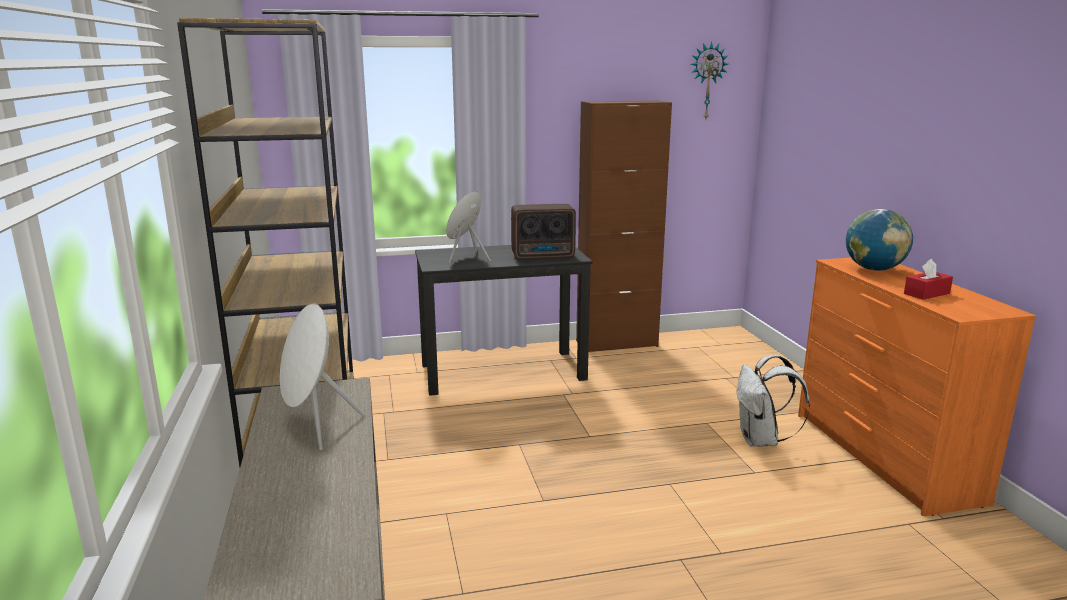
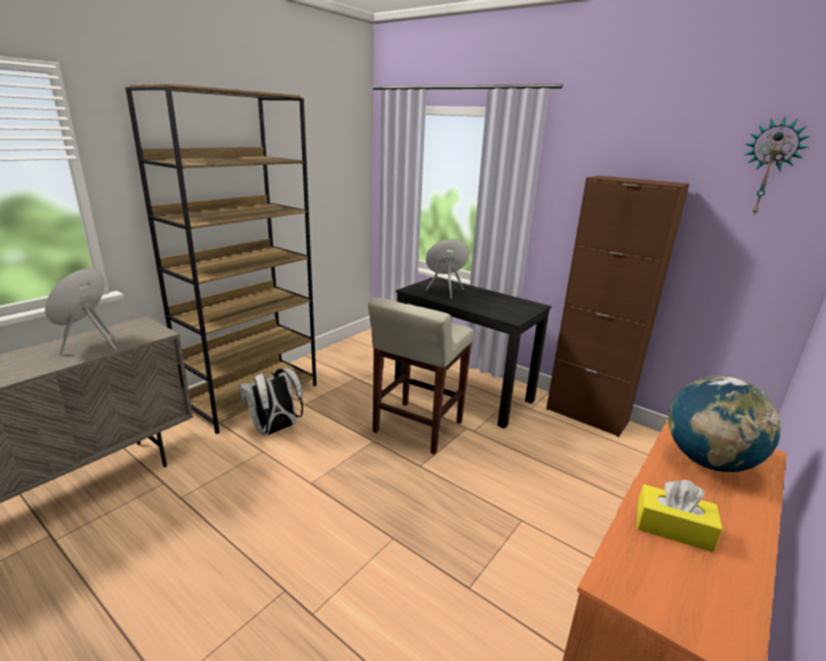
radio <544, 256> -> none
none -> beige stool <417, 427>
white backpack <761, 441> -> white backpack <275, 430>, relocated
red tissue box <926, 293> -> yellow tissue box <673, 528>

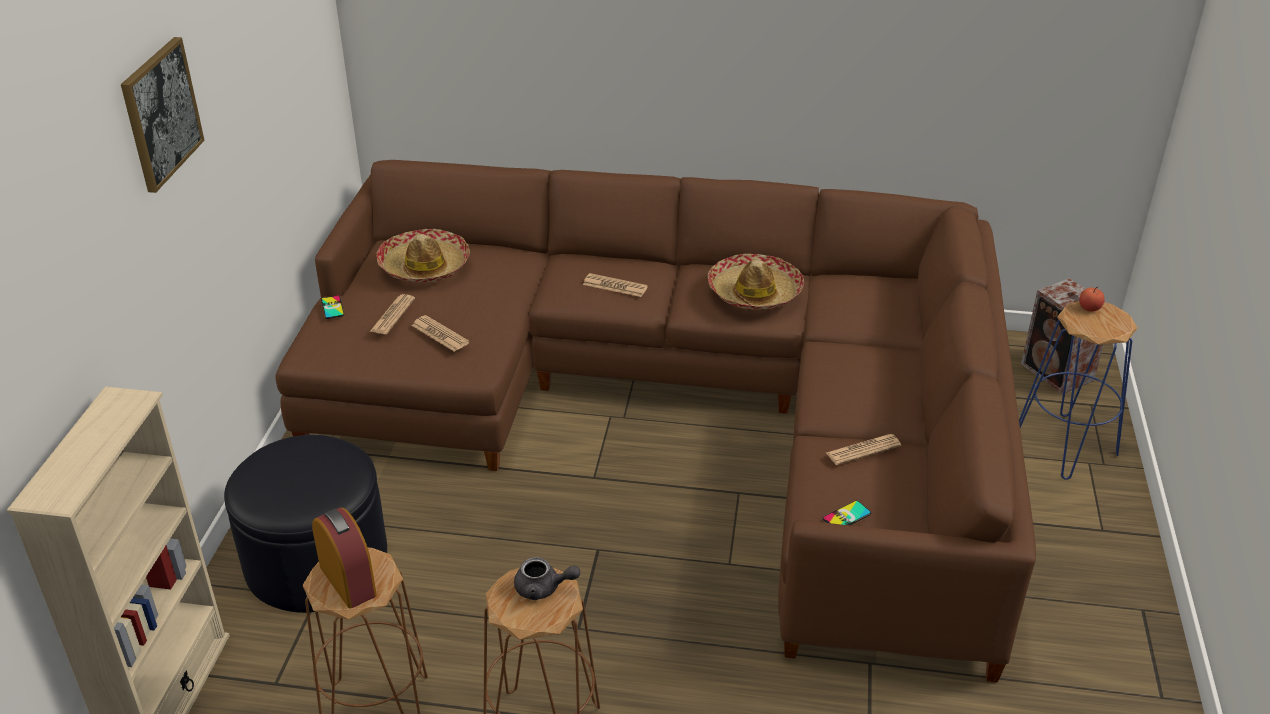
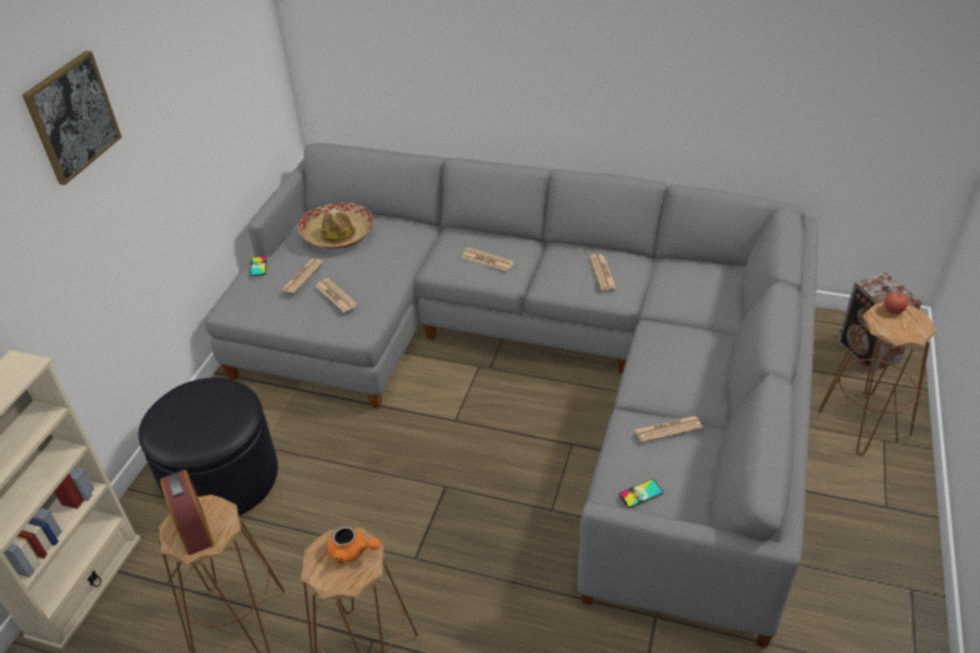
hat <754, 292> -> newspaper <602, 272>
brown sofa <682, 409> -> grey sofa <539, 363>
grey teapot <543, 588> -> orange teapot <352, 551>
blue stool <1065, 447> -> brown stool <864, 423>

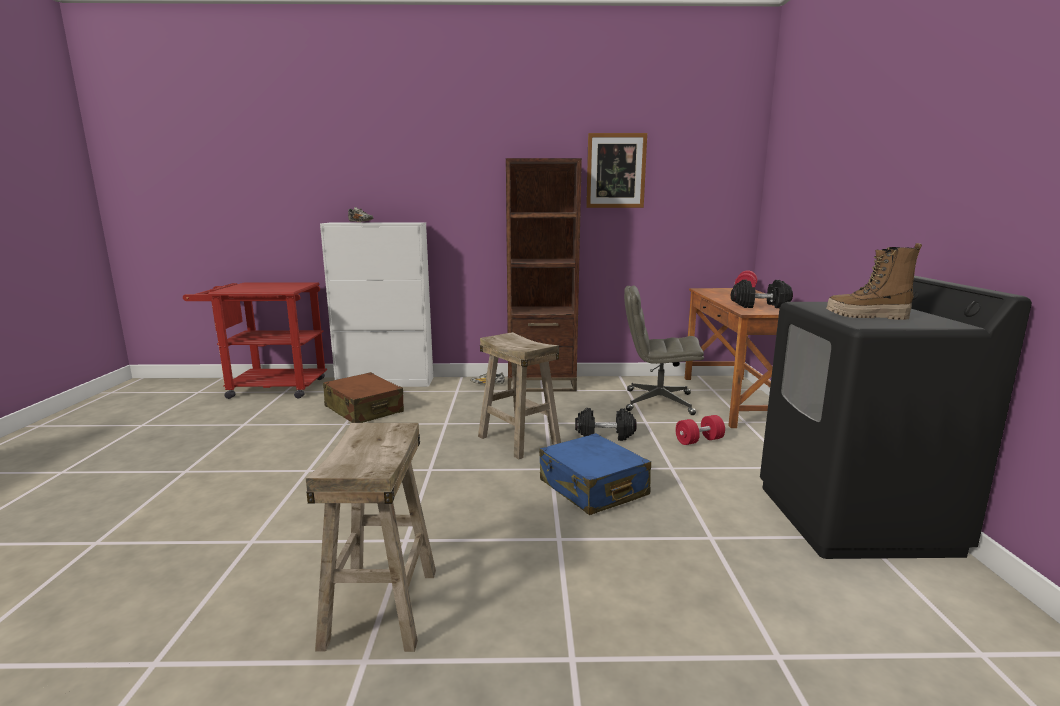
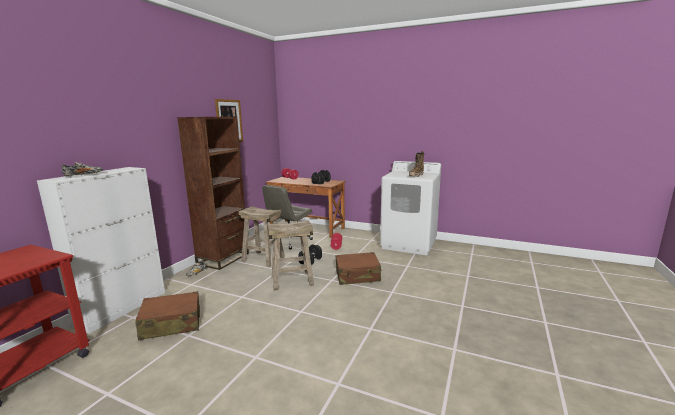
beige stool <380, 606> -> beige stool <263, 259>, relocated
blue suitcase <593, 488> -> brown suitcase <357, 276>
black washing machine <854, 519> -> white washing machine <409, 244>

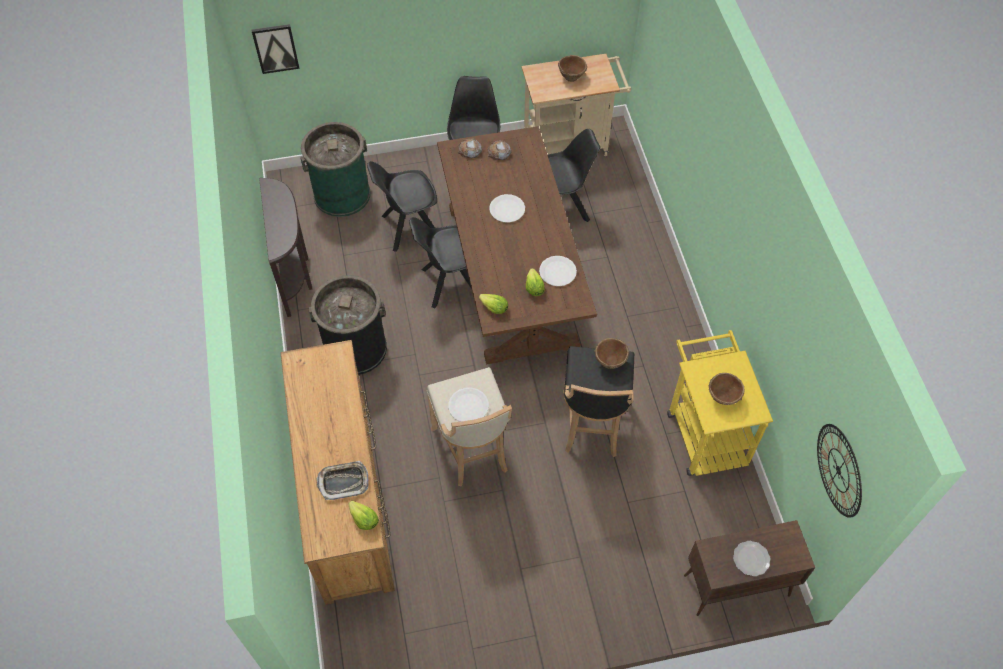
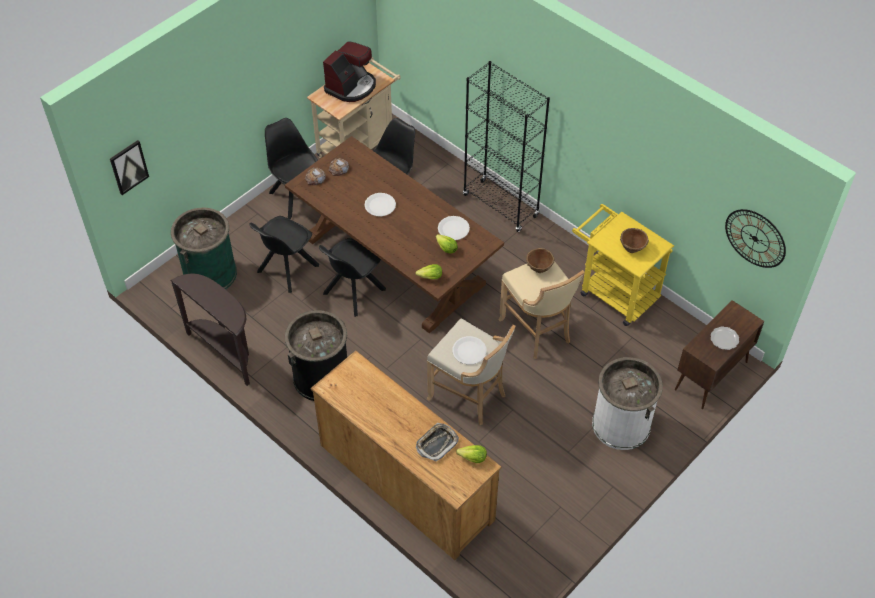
none -> black bookcase <500, 206>
none -> white trash can <621, 424>
brown bowl <571, 76> -> coffee machine <351, 86>
black stool <592, 425> -> beige stool <538, 331>

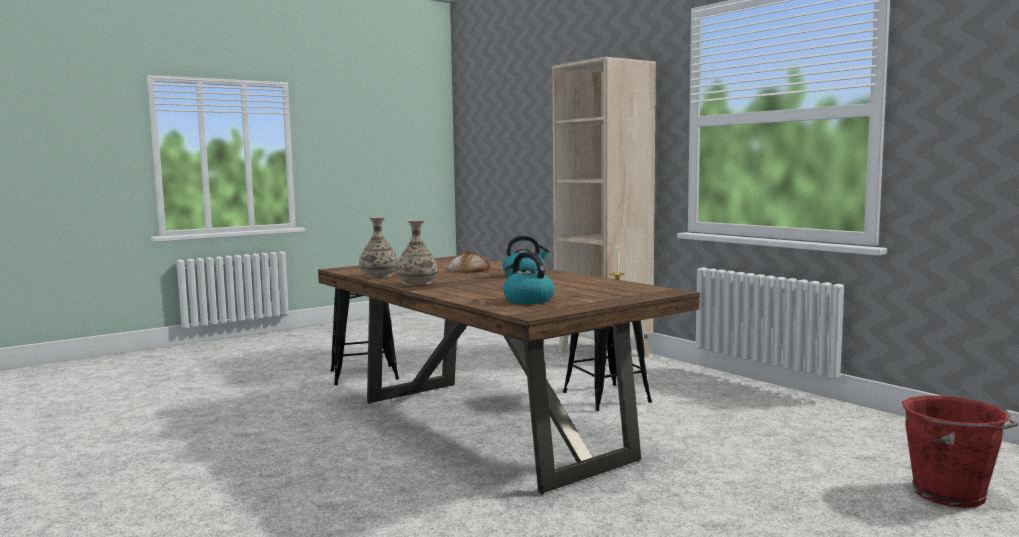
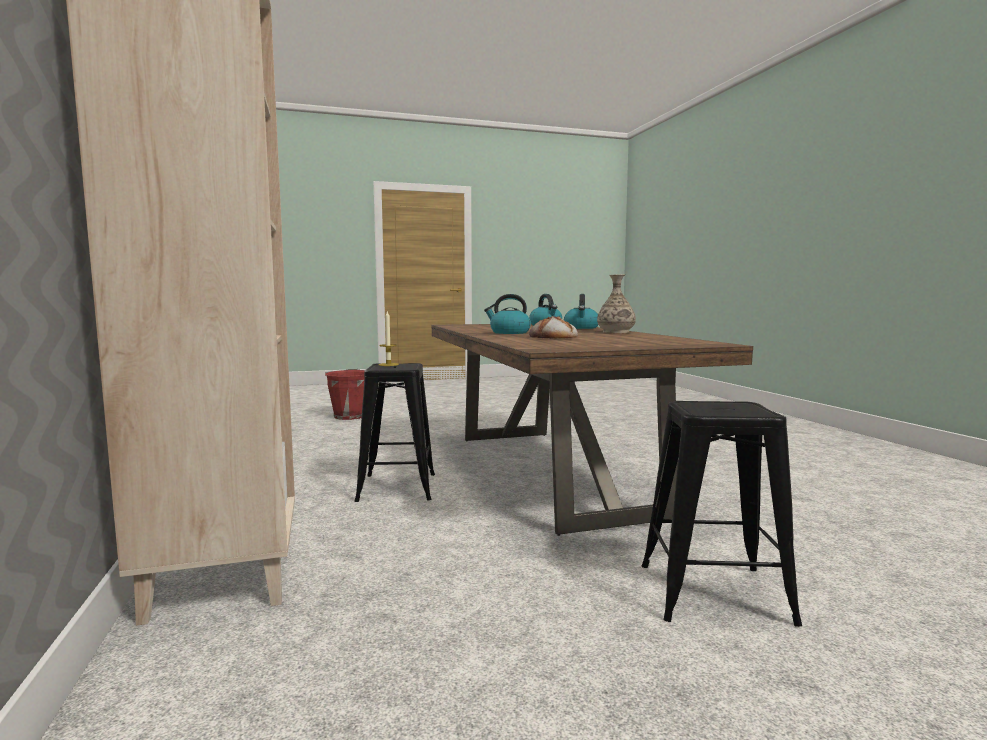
vase <379, 276> -> none
none -> kettle <581, 328>

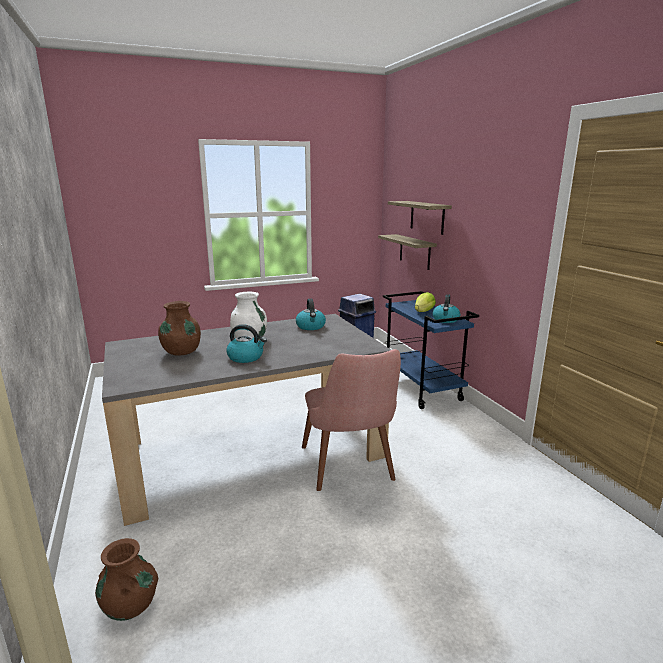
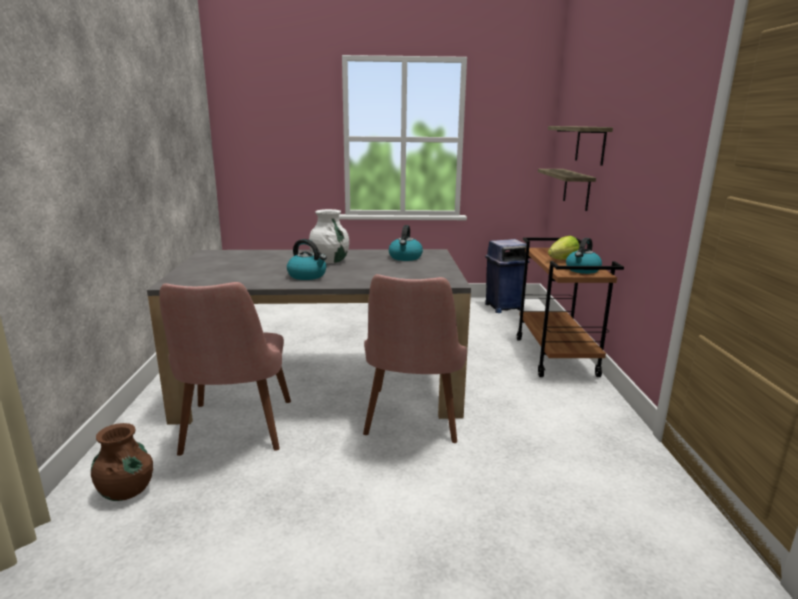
brown vase <181, 352> -> none
none -> pink chair <234, 434>
blue cart <422, 389> -> brown cart <556, 357>

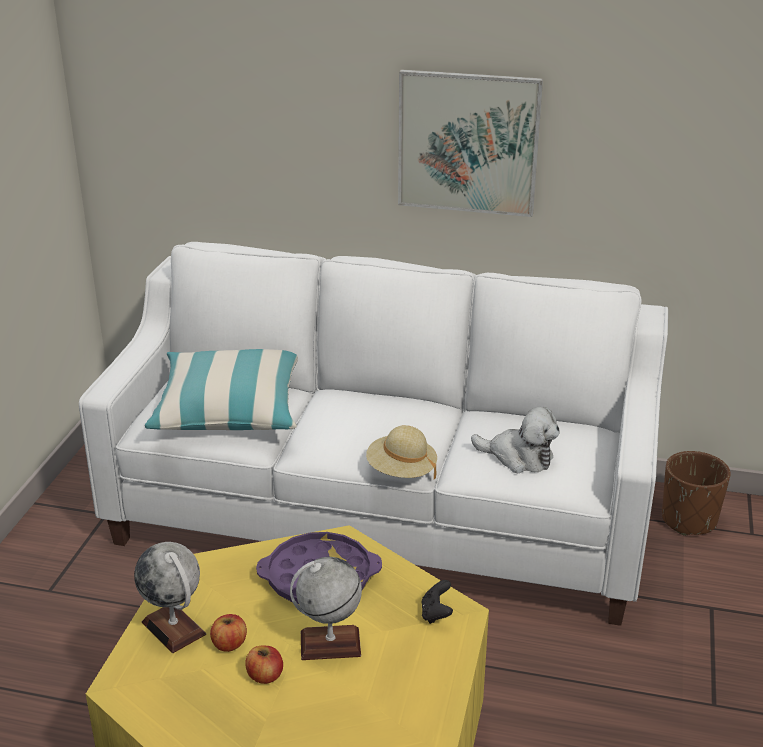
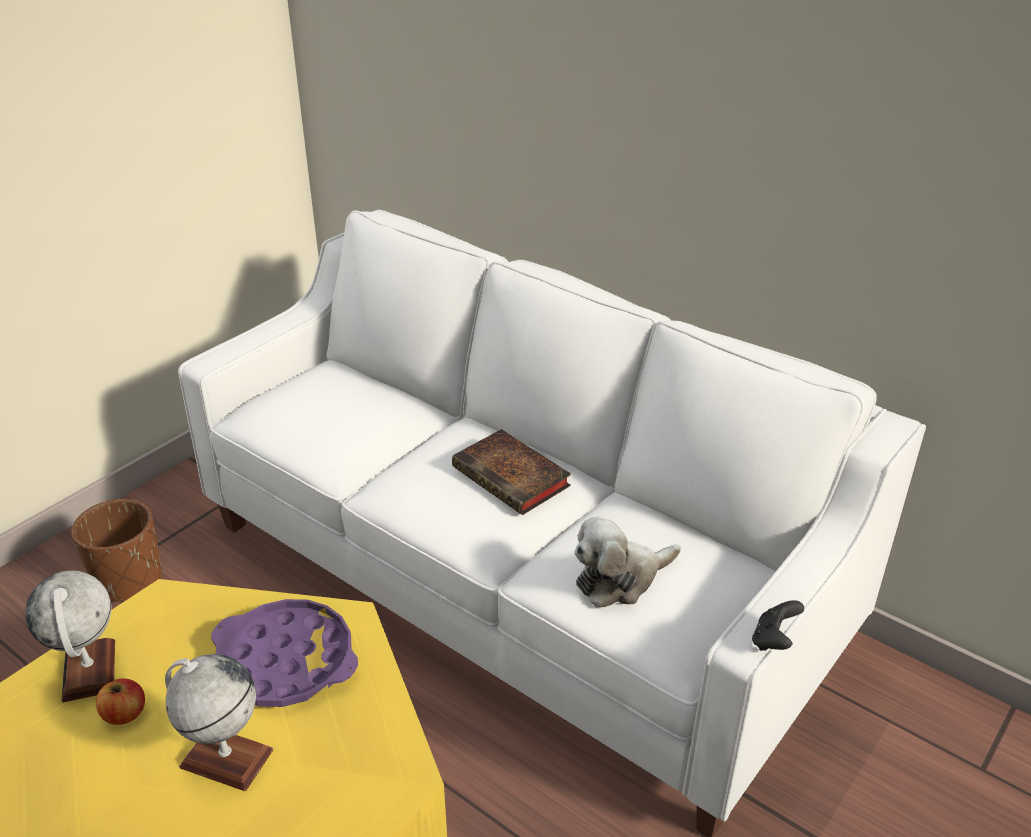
pillow <229, 408> -> none
apple <265, 676> -> none
beige hat <401, 471> -> none
picture <468, 143> -> none
none -> book <513, 478>
black game controller <436, 614> -> black game controller <773, 640>, relocated
brown planter <689, 520> -> brown planter <129, 581>, relocated
plush toy <518, 457> -> plush toy <620, 579>, 105 degrees clockwise

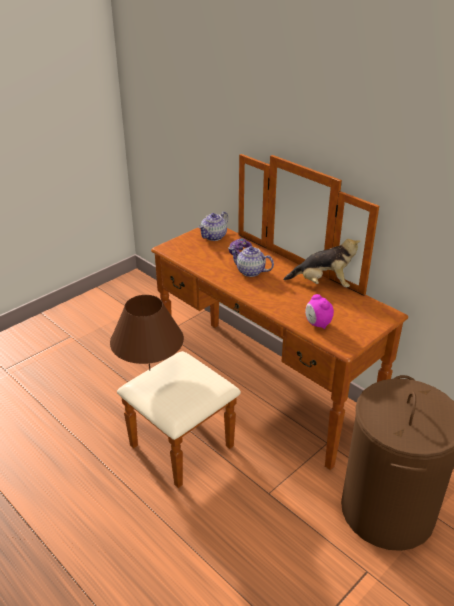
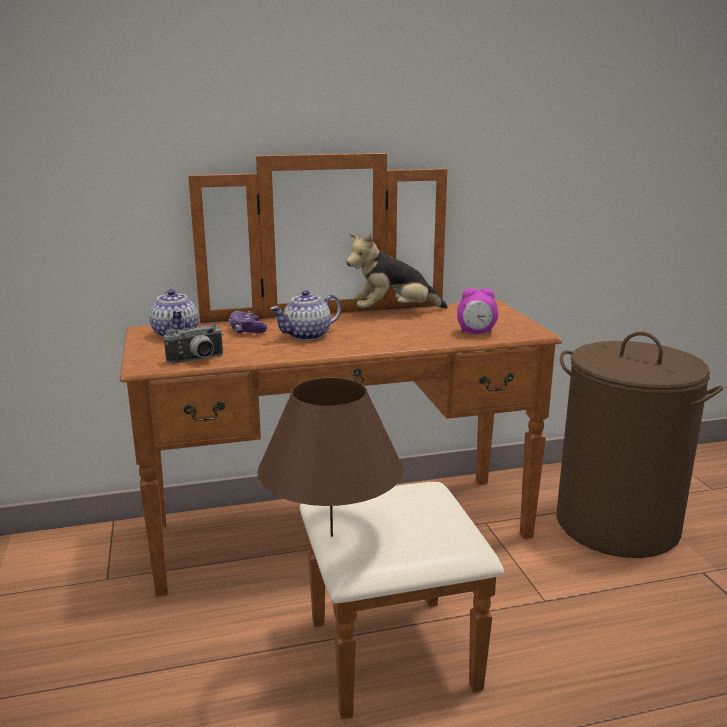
none -> photo camera <197, 360>
plush toy <324, 284> -> plush toy <394, 313>, 150 degrees counterclockwise

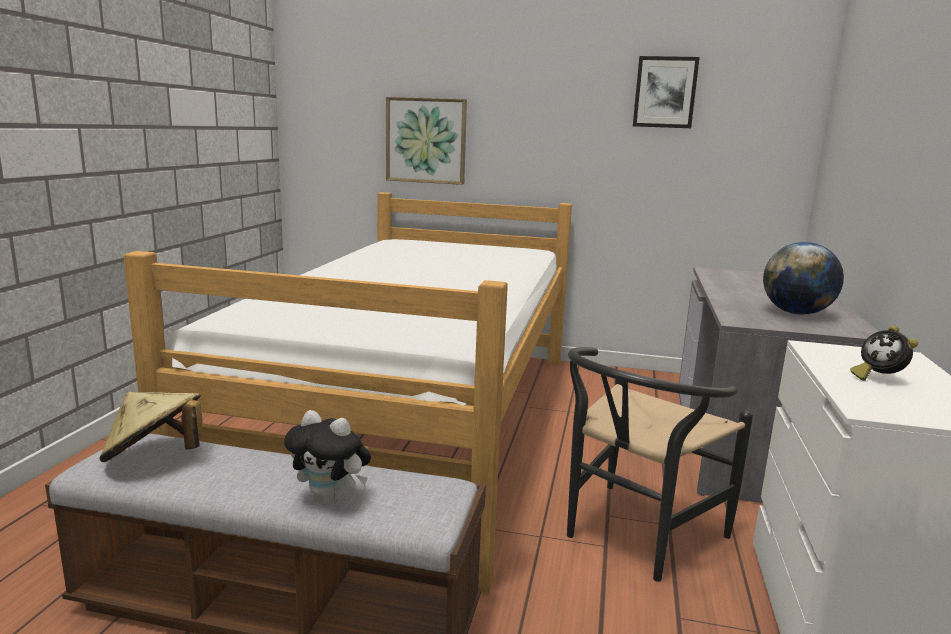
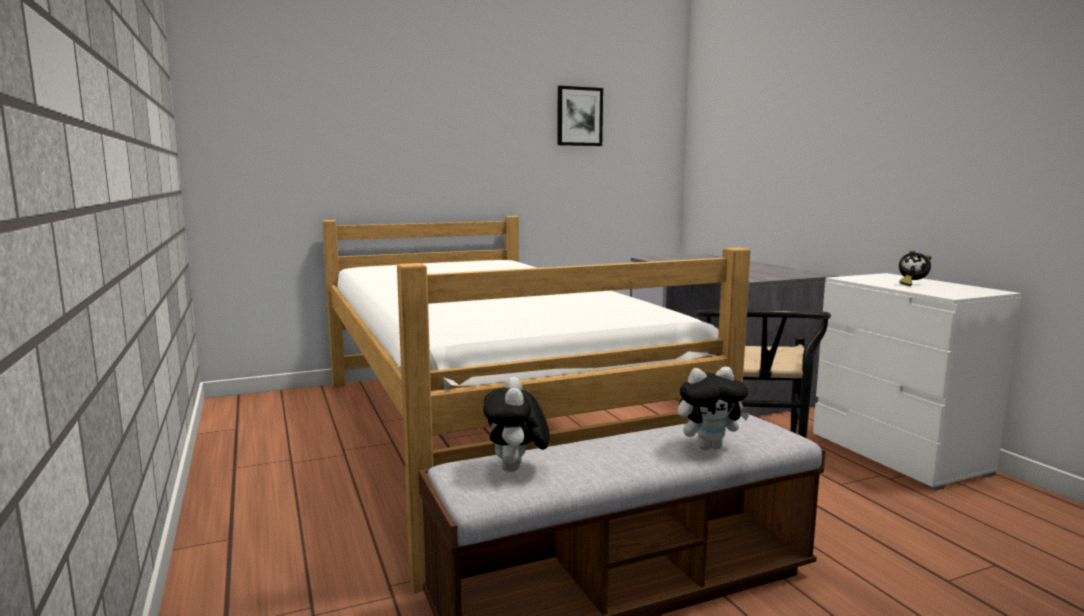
picture <426, 140> -> none
globe <796, 313> -> none
beige hat <155, 457> -> plush toy <516, 469>

